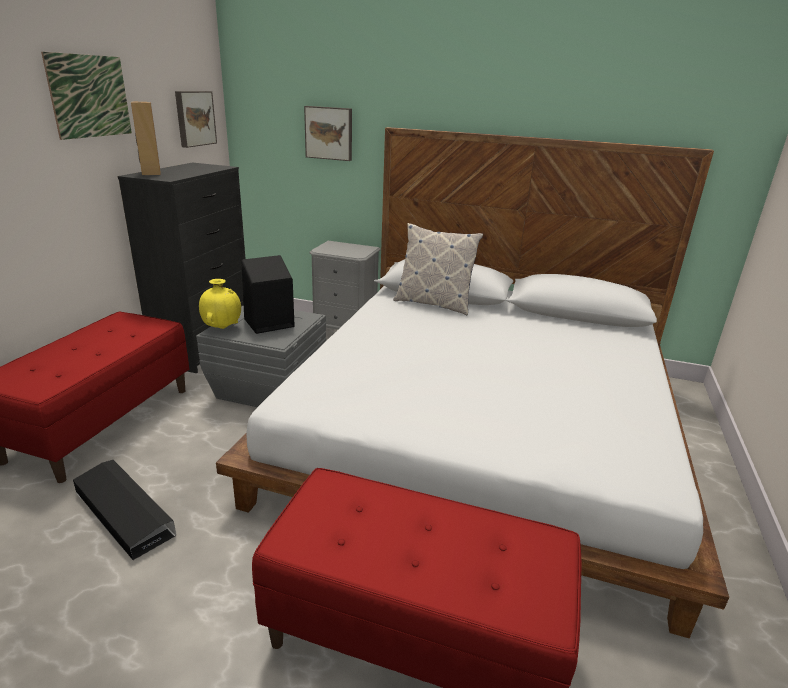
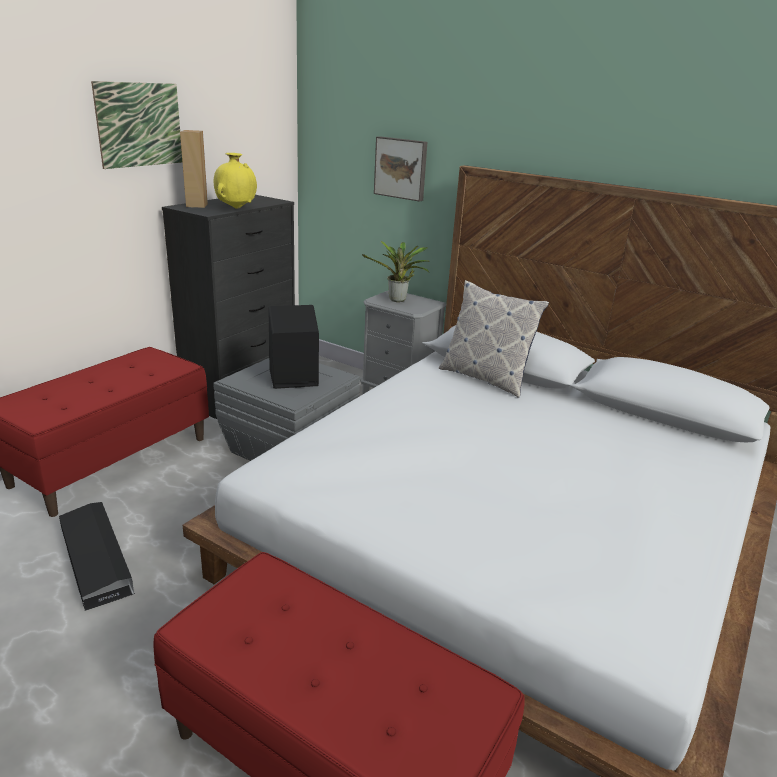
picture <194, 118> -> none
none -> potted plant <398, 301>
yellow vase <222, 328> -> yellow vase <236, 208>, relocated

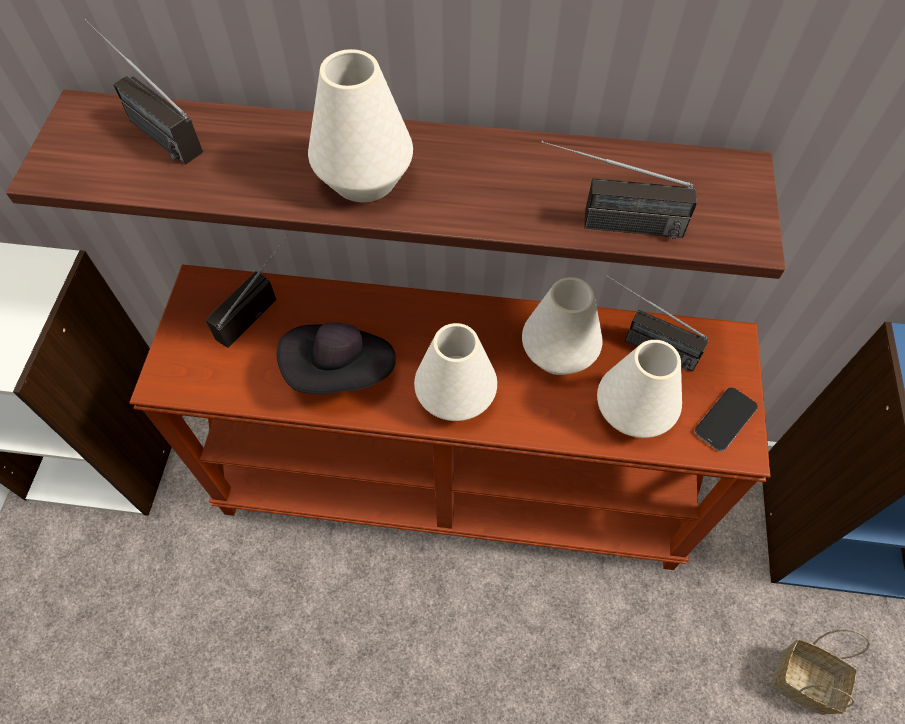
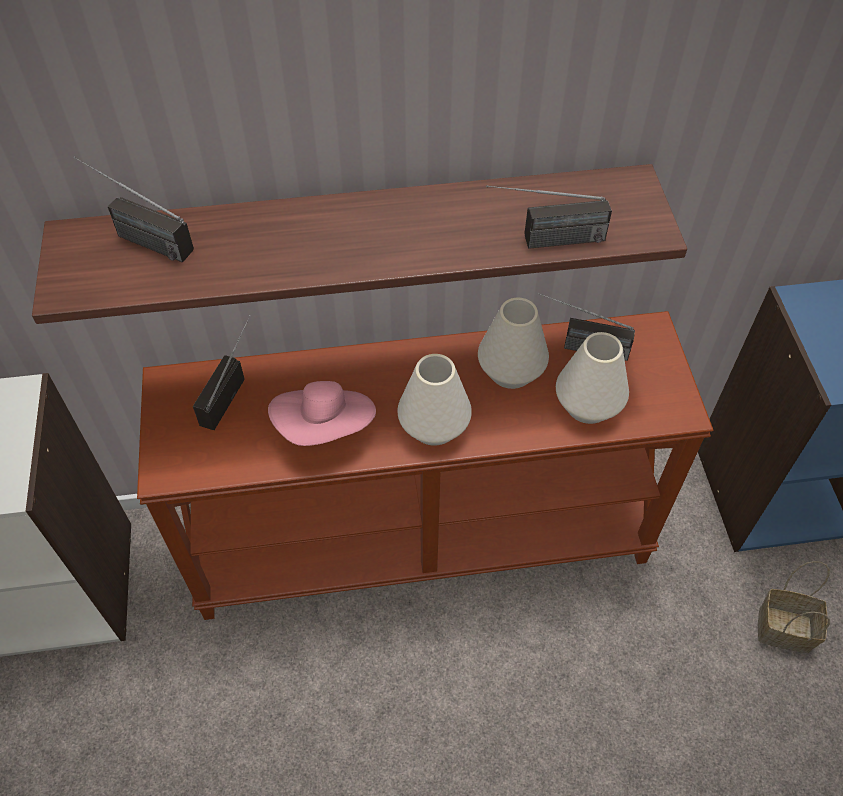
white vase <364, 178> -> none
phone <725, 419> -> none
black hat <341, 371> -> pink hat <326, 427>

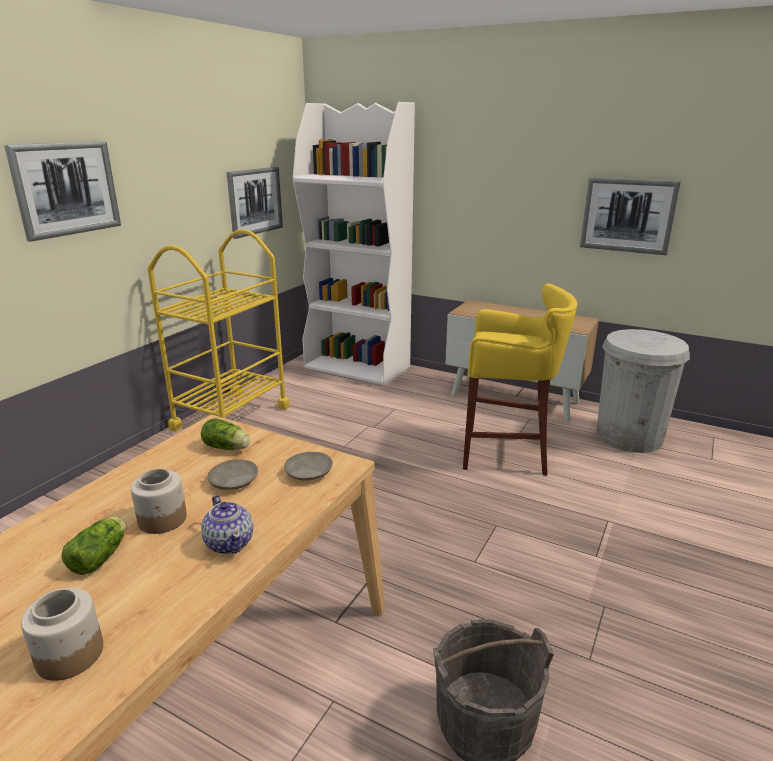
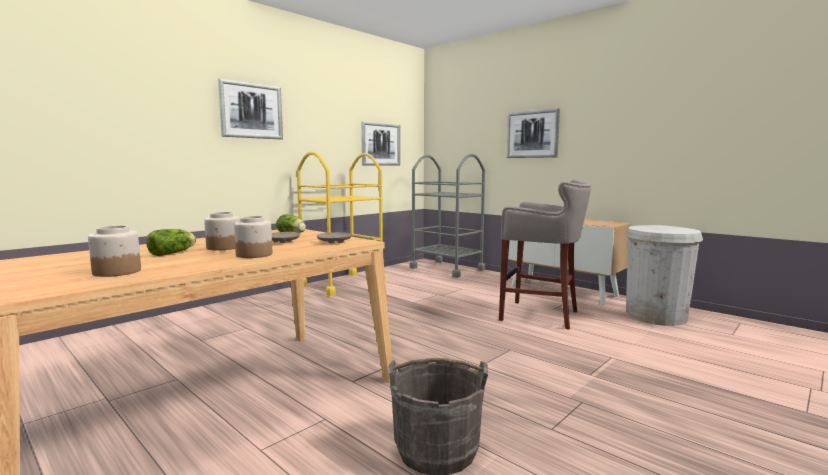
picture <627, 215> -> picture <532, 134>, relocated
teapot <229, 542> -> jar <254, 254>
white bookcase <358, 367> -> grey cart <447, 269>
yellow stool <508, 452> -> grey stool <541, 315>

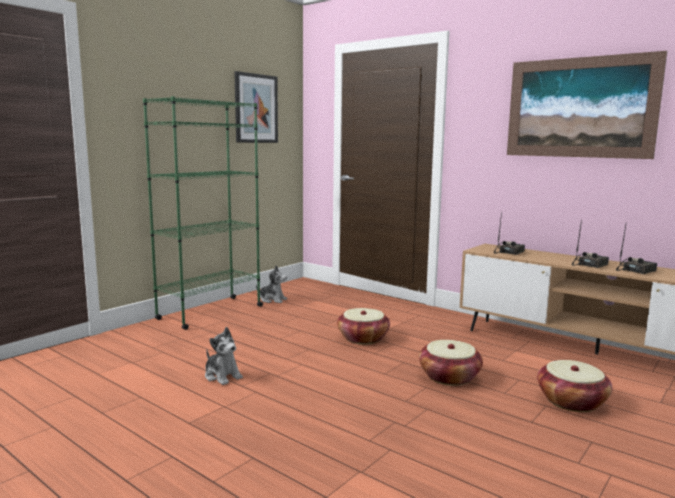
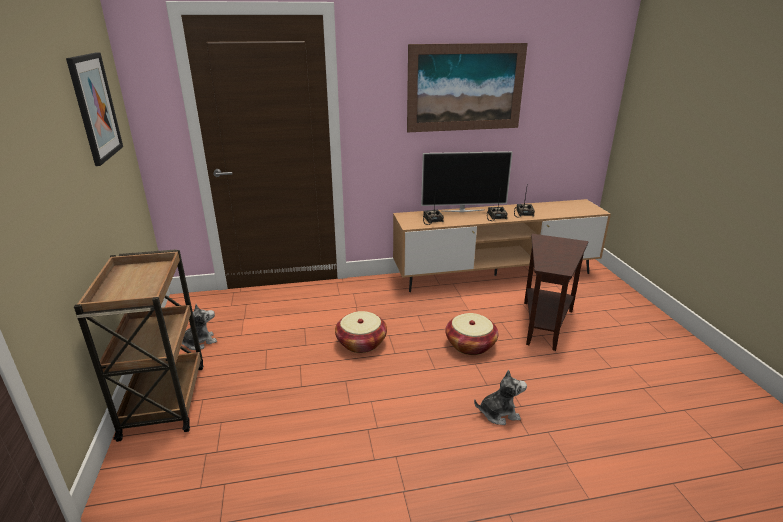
none -> television <462, 210>
plush toy <222, 376> -> plush toy <499, 413>, relocated
green bookcase <210, 312> -> brown cart <164, 398>
basket <571, 401> -> brown side table <545, 323>

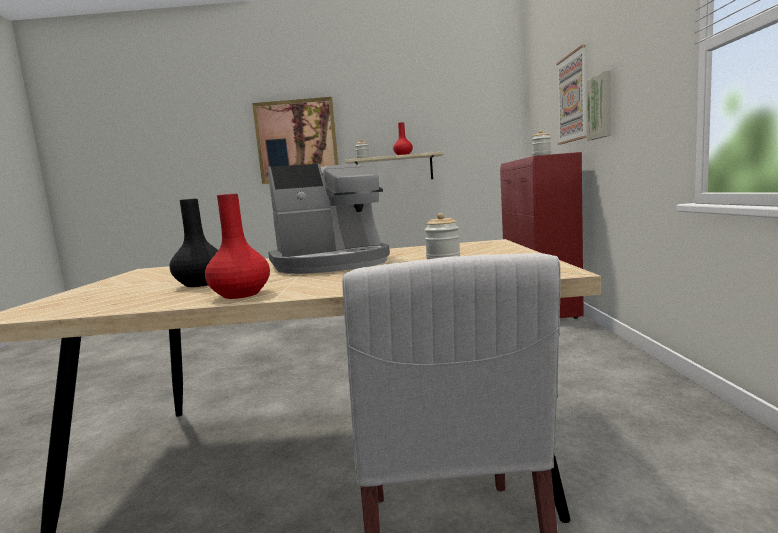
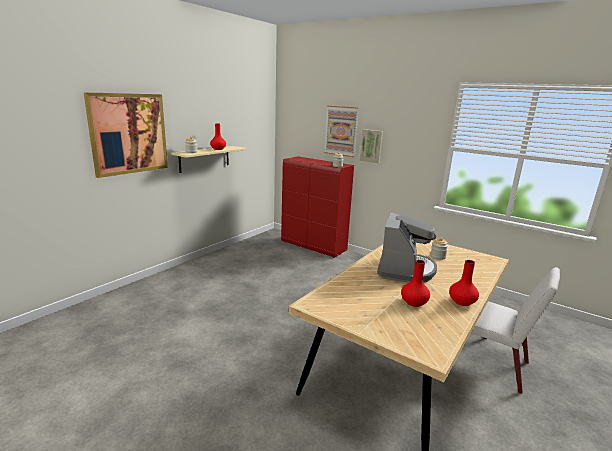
black vase <200, 284> -> red vase <414, 303>

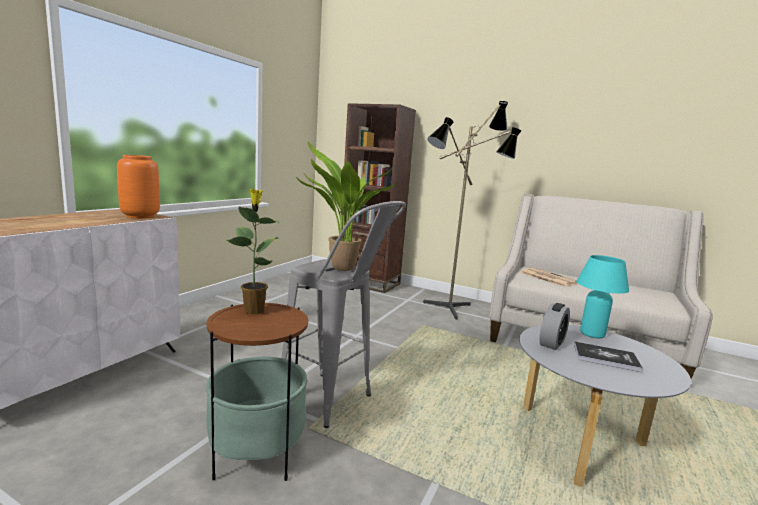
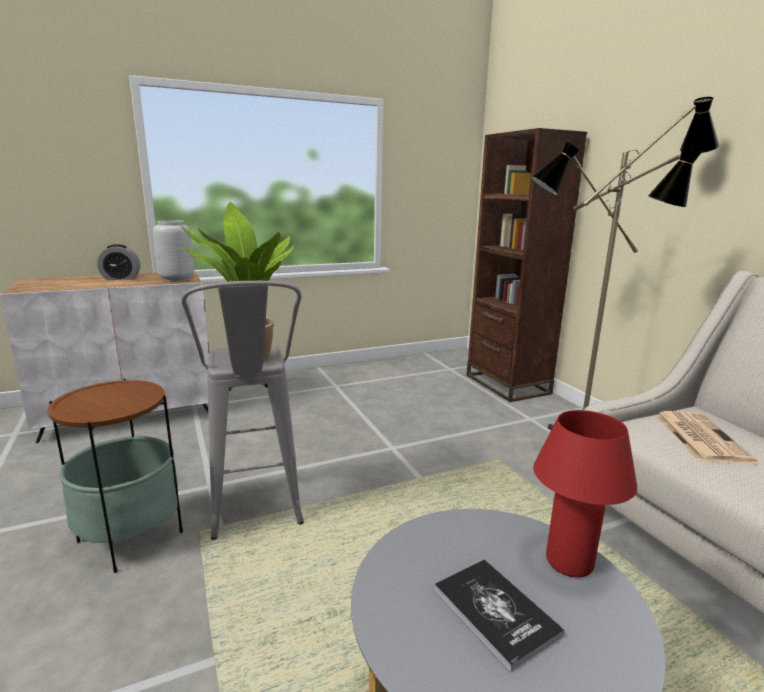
potted plant <254, 310> -> none
alarm clock <552, 343> -> alarm clock <121, 278>, relocated
orange vase <140, 216> -> grey vase <177, 280>
turquoise table lamp <592, 334> -> red table lamp <569, 562>

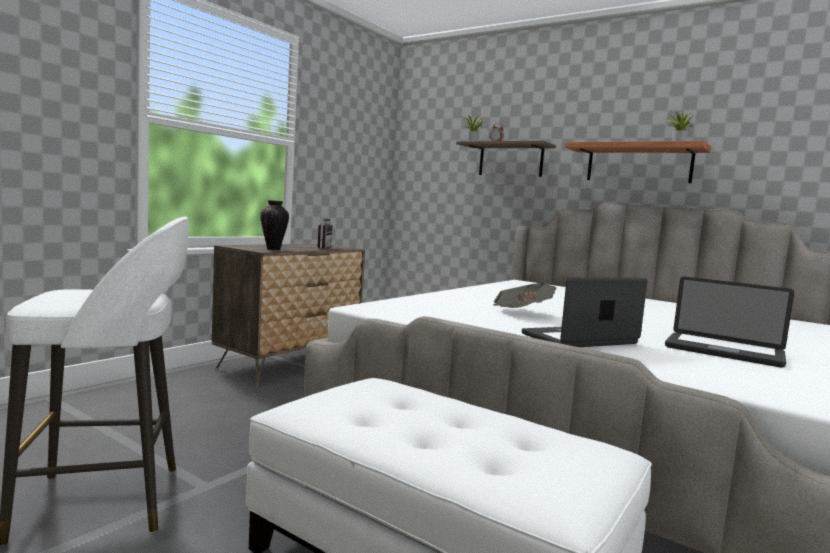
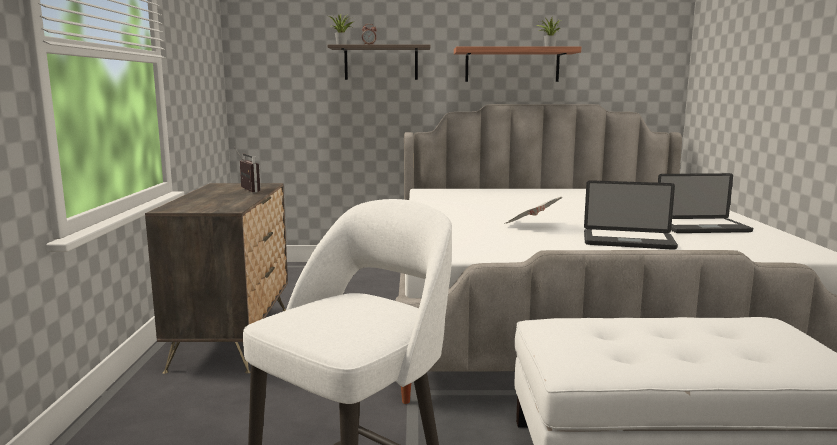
vase <273, 249> -> none
laptop <579, 339> -> laptop <628, 241>, 105 degrees counterclockwise

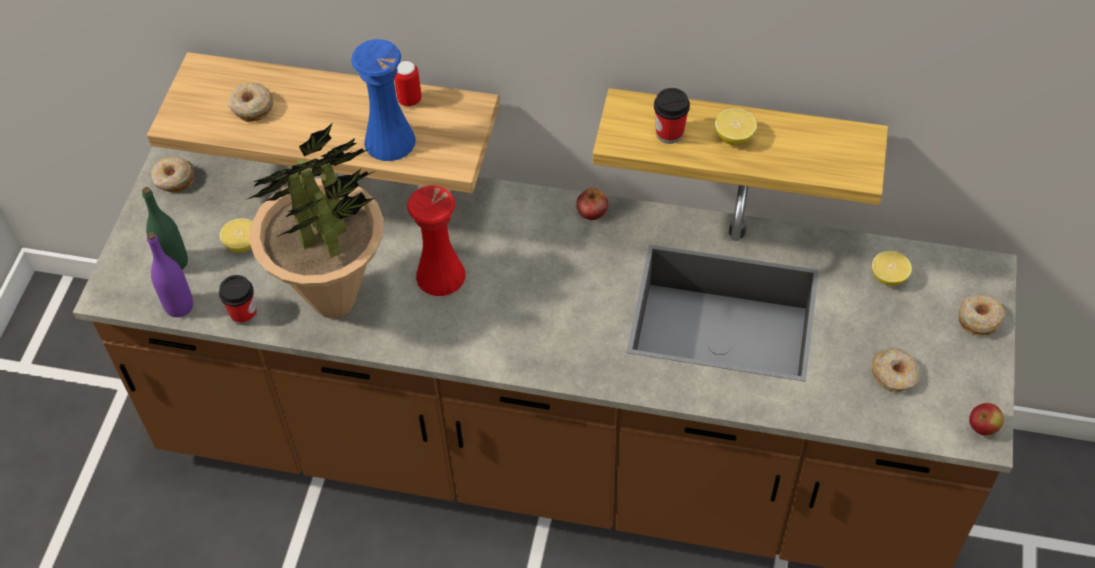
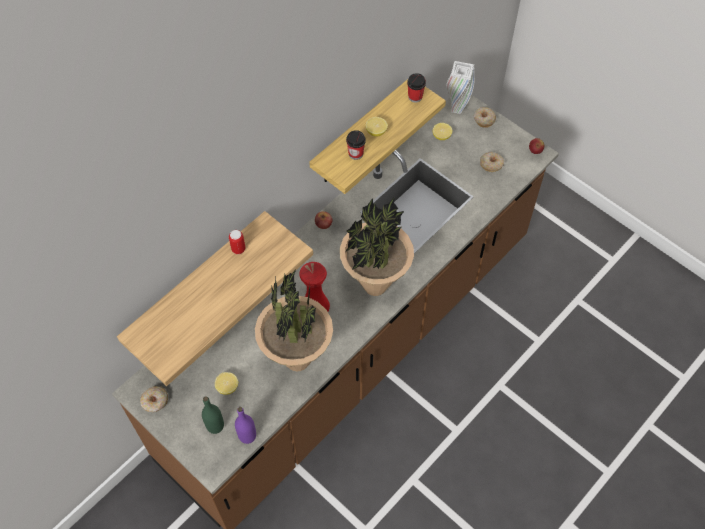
donut <252, 107> -> none
blue vase <390, 141> -> none
none -> potted plant <375, 287>
none -> white vase <456, 109>
cup <244, 314> -> cup <415, 97>, relocated

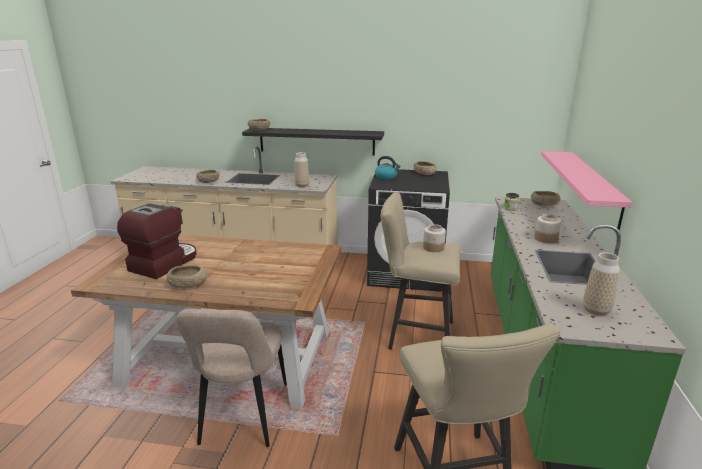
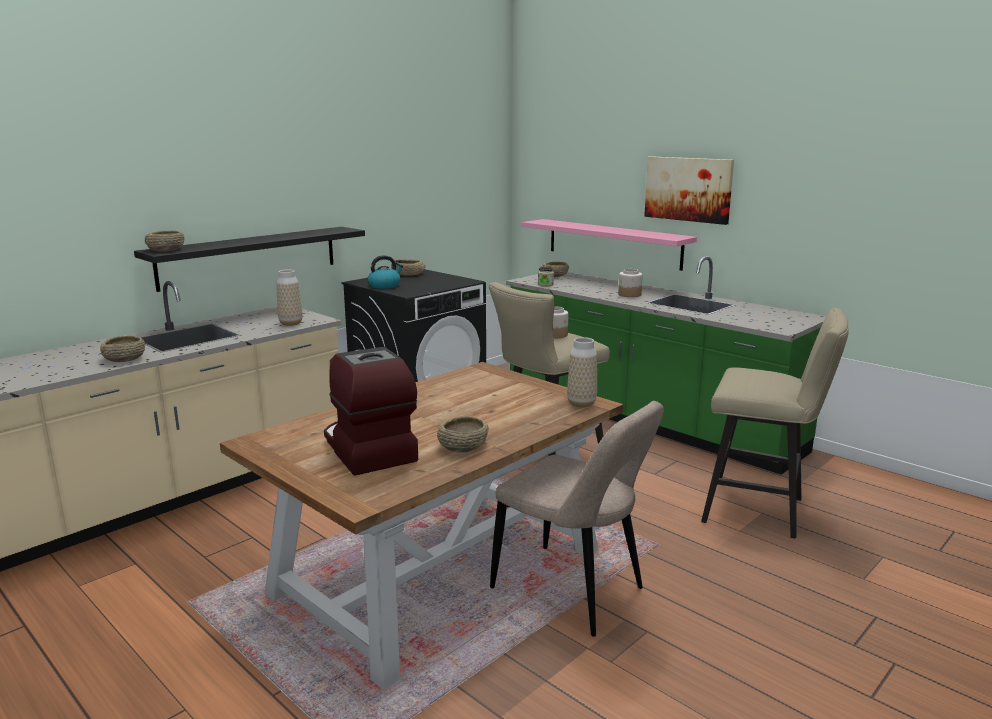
none -> picture <688, 189>
vase <596, 310> -> vase <581, 404>, relocated

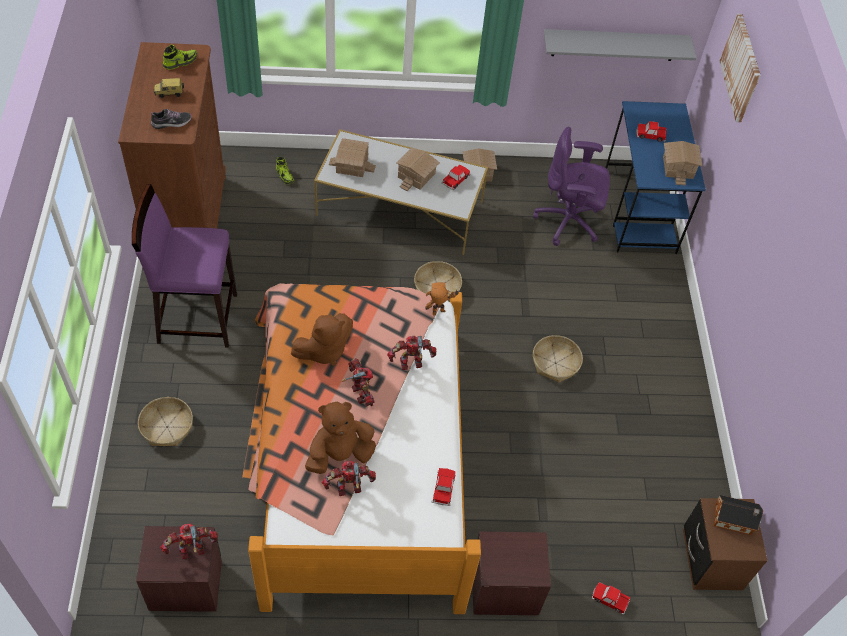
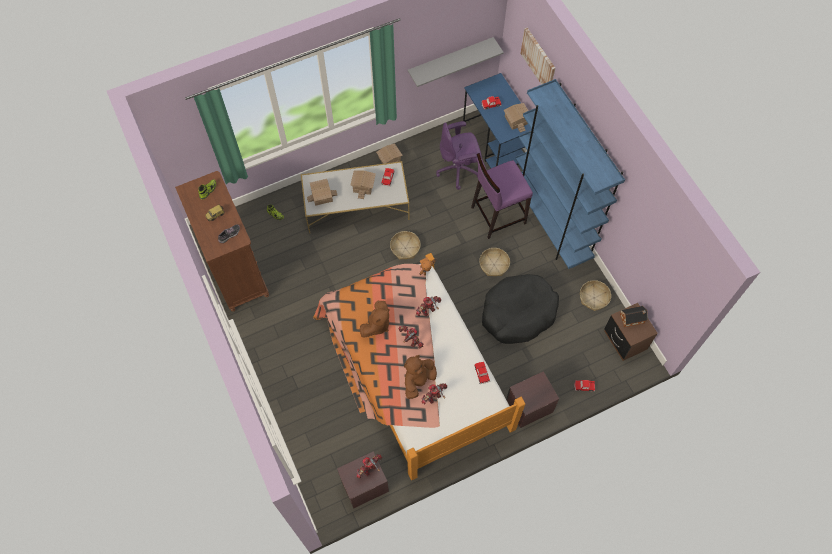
none -> black dog bed <518, 313>
none -> blue bookcase <550, 222>
purple stool <196, 317> -> purple stool <497, 215>, relocated
basket <167, 427> -> basket <594, 298>, relocated

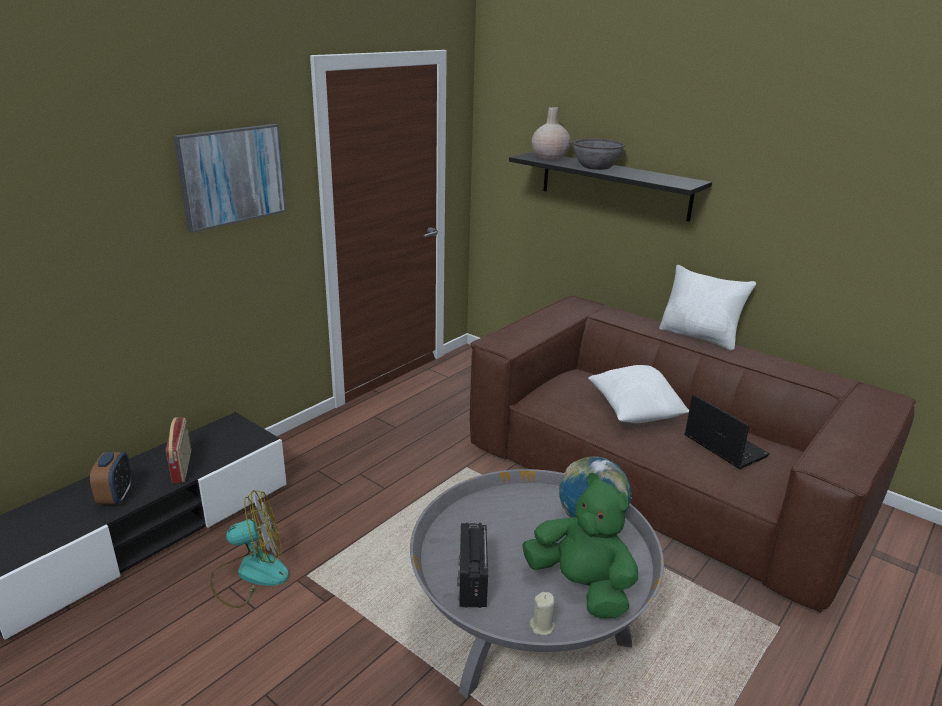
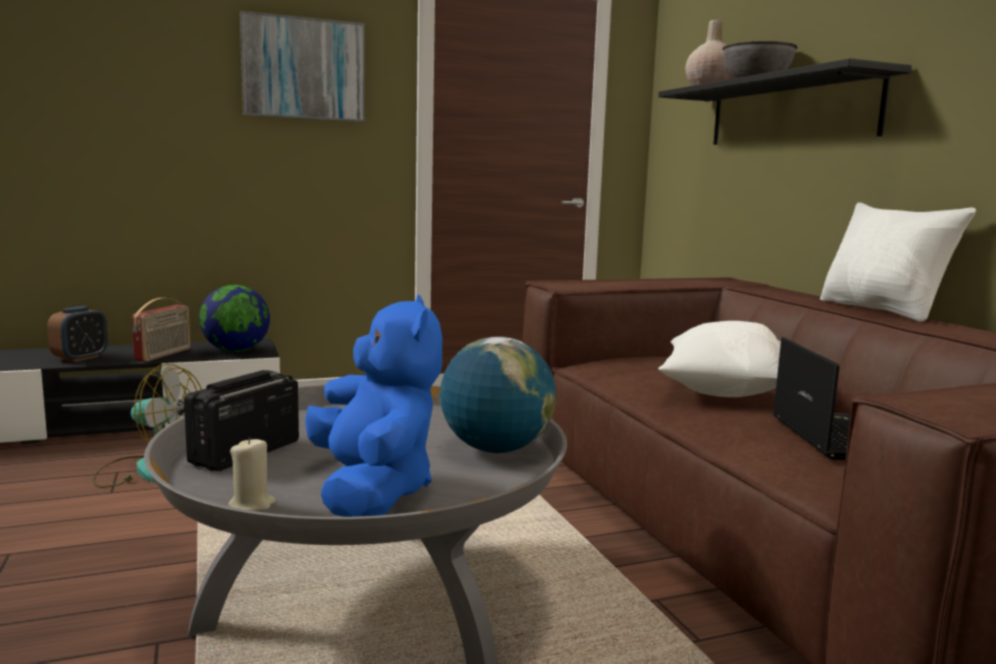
none -> globe <236, 351>
green plush toy <581, 586> -> blue plush toy <372, 491>

